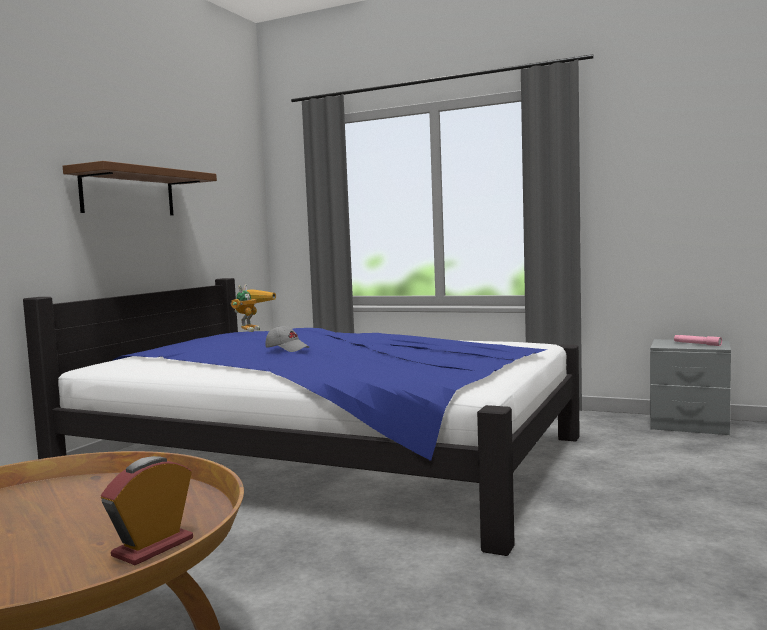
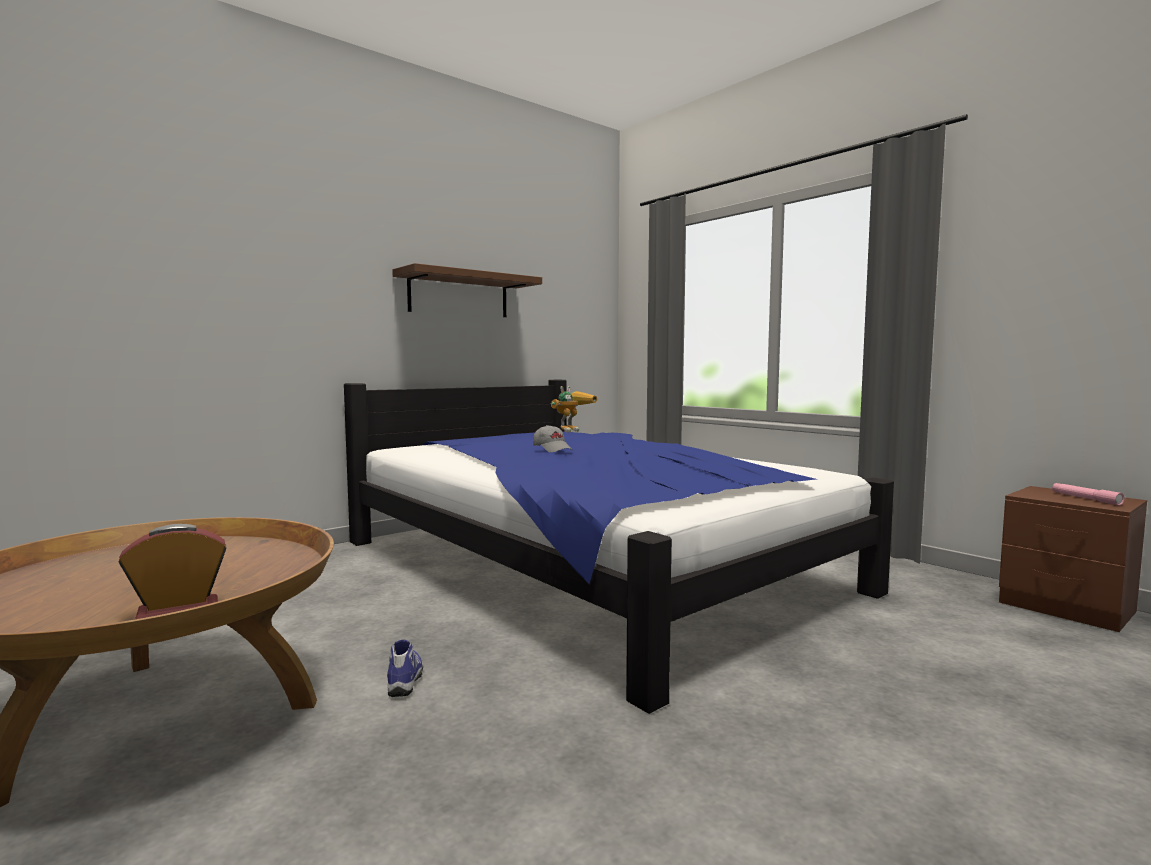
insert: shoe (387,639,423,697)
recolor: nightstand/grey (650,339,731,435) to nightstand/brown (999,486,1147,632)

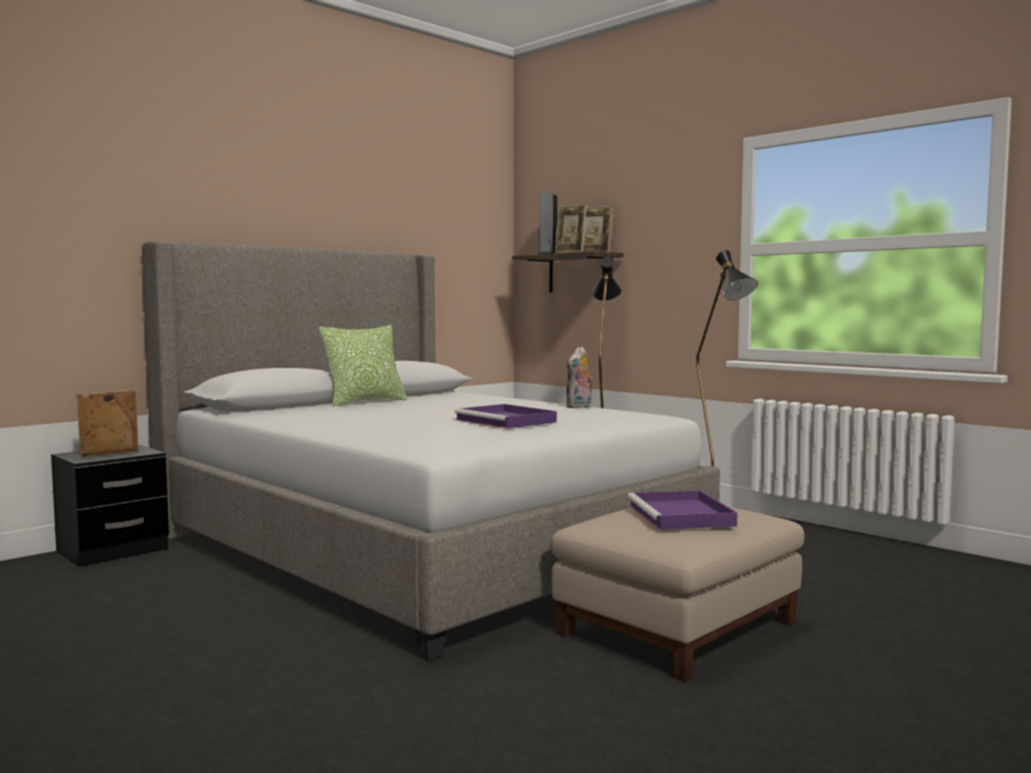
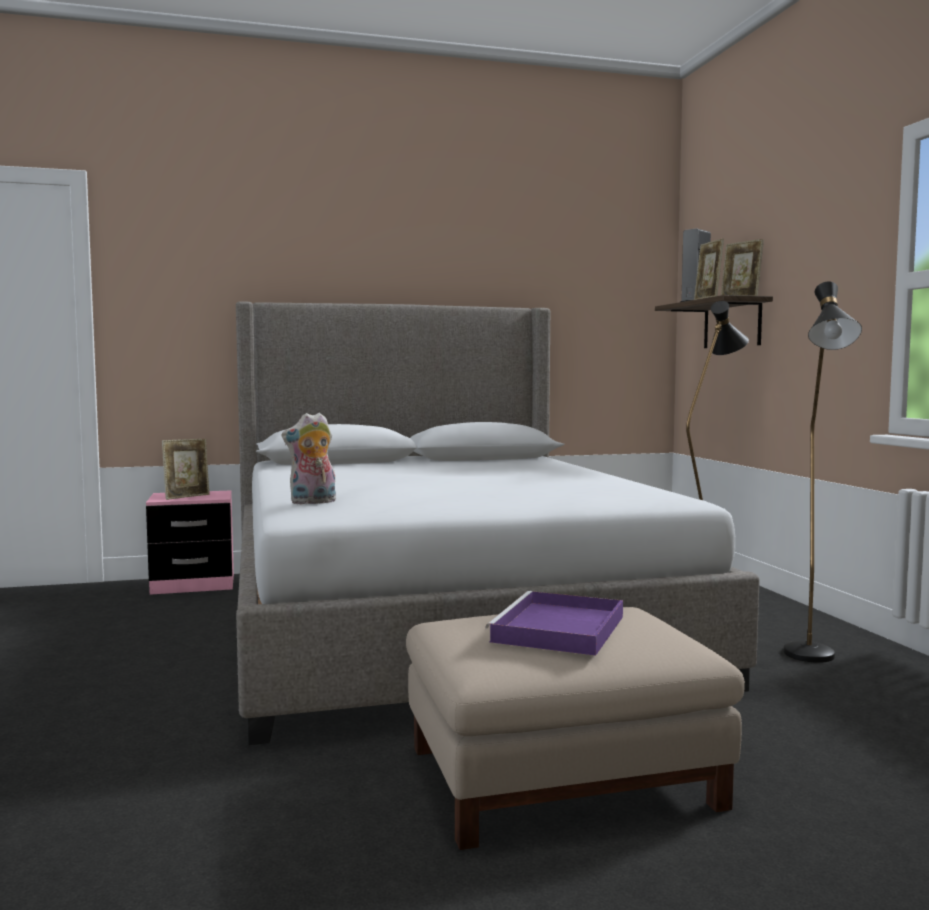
delete: pillow (319,325,407,406); tray/purple (454,404,557,429)
move: plush toy (566,347,593,408) to (281,412,336,505)
recolor: nightstand/black (51,444,169,567) to nightstand/pink (146,491,234,595)
rotate: picture frame (76,389,139,457) = (162,439,210,500) 135 degrees clockwise

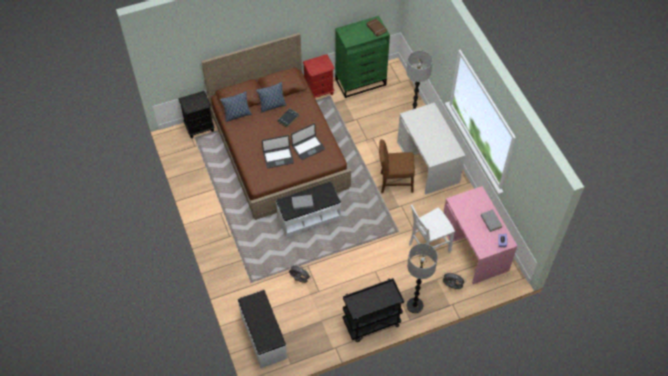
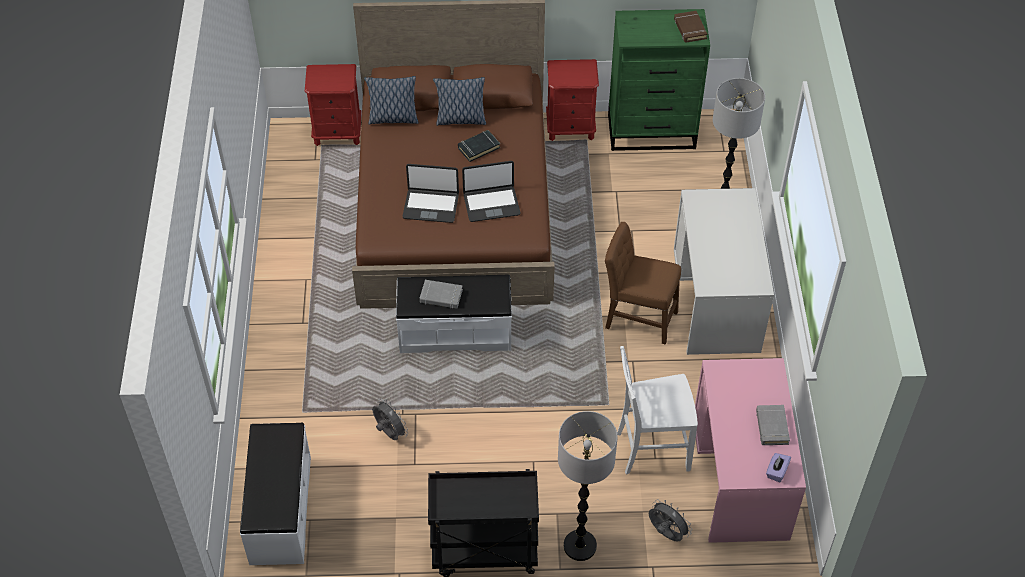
recolor: nightstand/black (179,91,214,138) to nightstand/red (305,64,362,146)

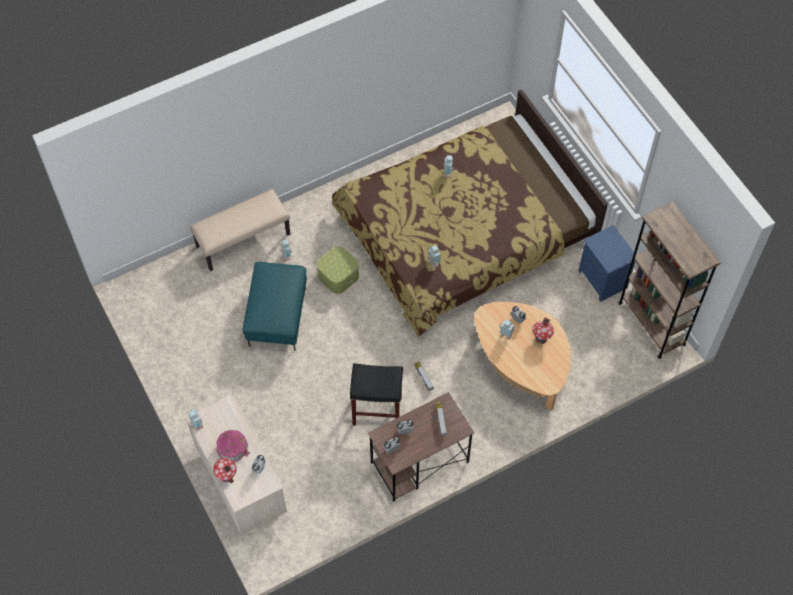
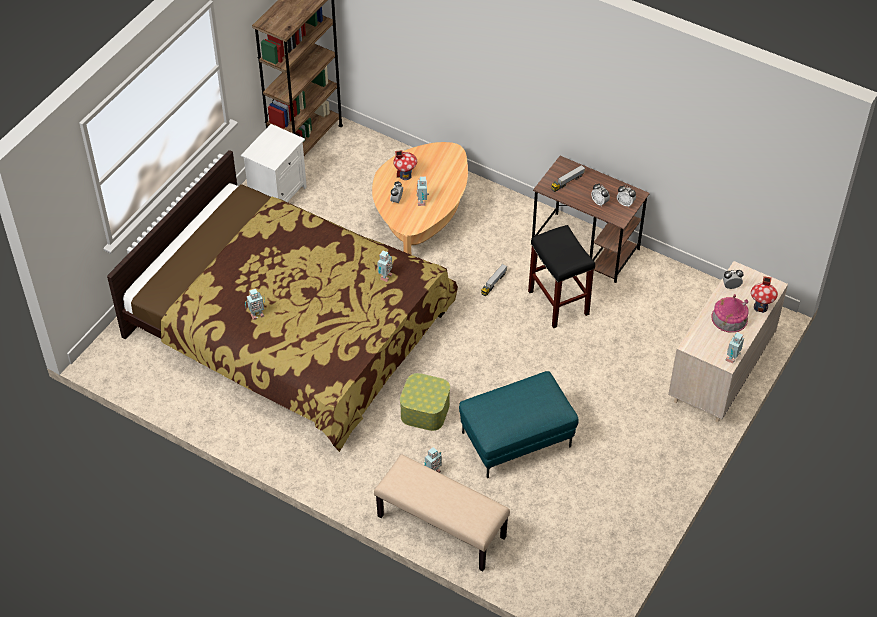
recolor: nightstand/blue (579,225,635,302) to nightstand/white (241,124,307,202)

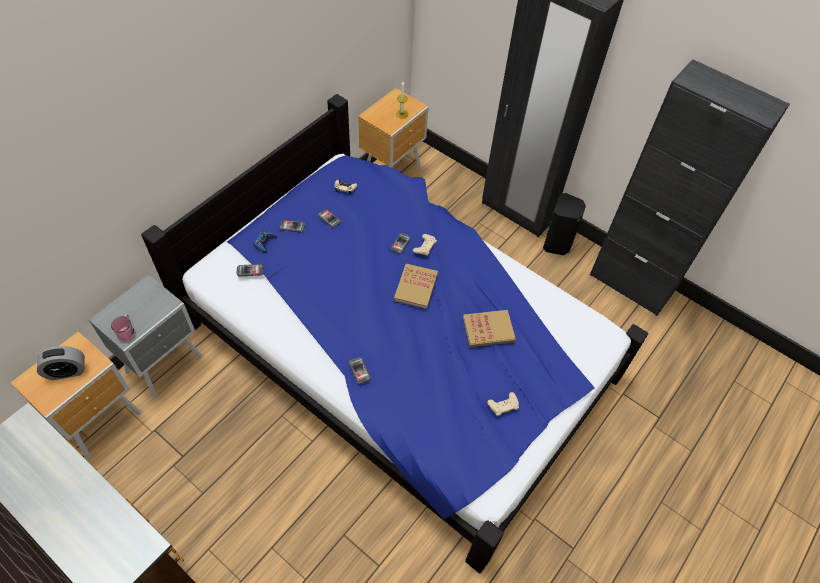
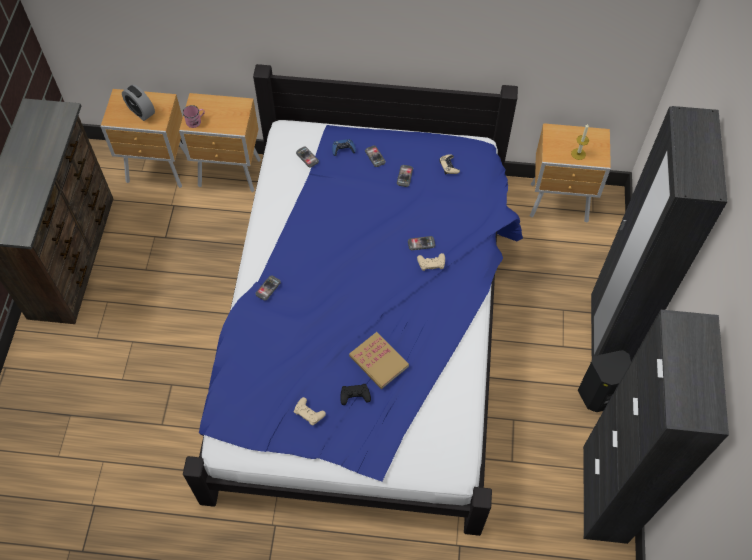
delete: book (394,264,438,309)
insert: game controller/black (340,384,371,405)
recolor: nightstand/grey (89,275,202,398) to nightstand/brown (179,93,261,192)

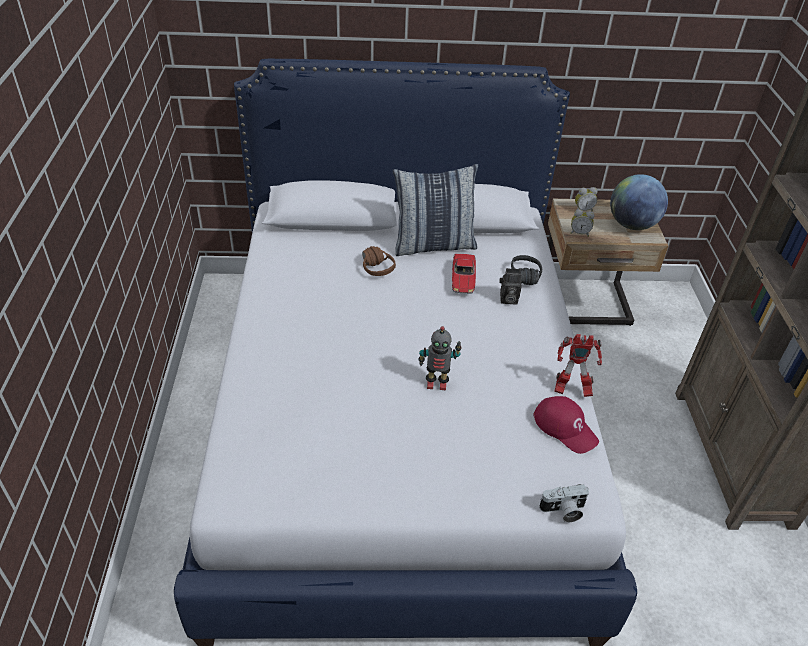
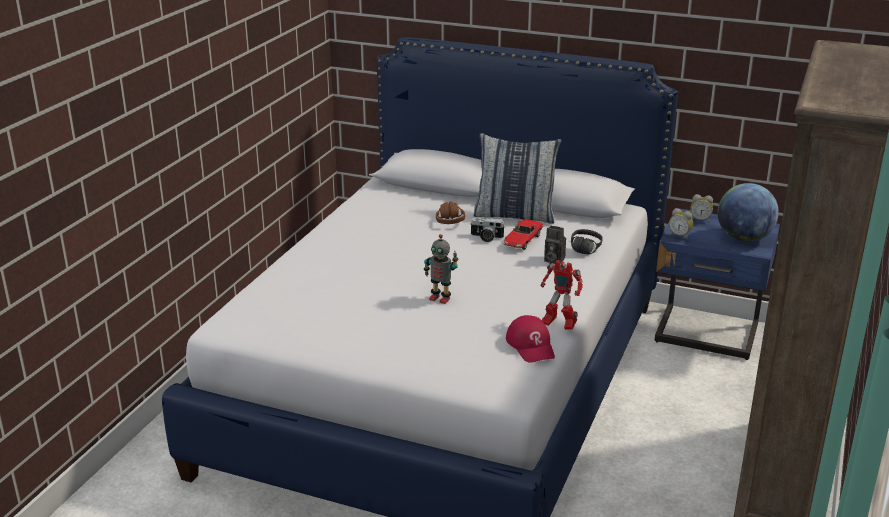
move: photo camera (539,484,589,522) to (470,218,504,242)
recolor: nightstand/beige (548,199,668,326) to nightstand/blue (654,208,780,360)

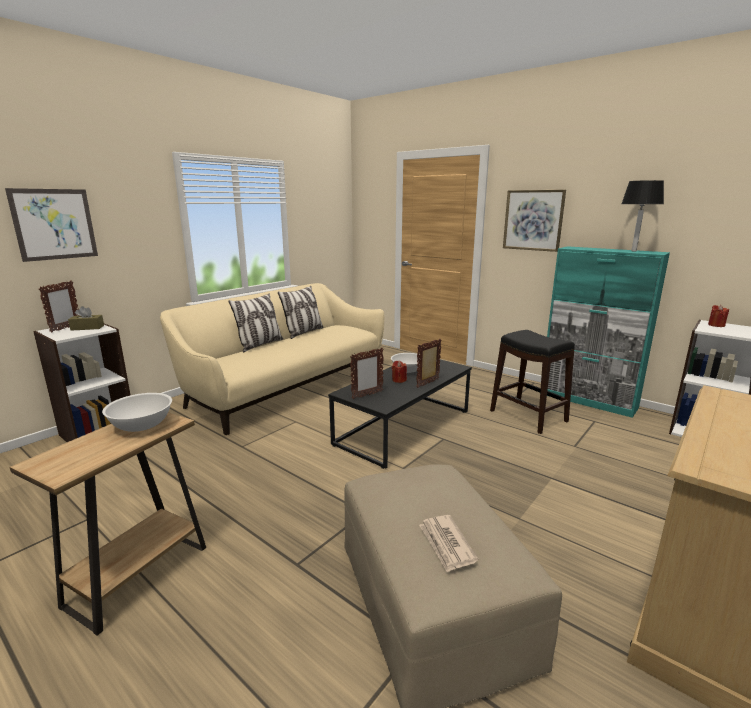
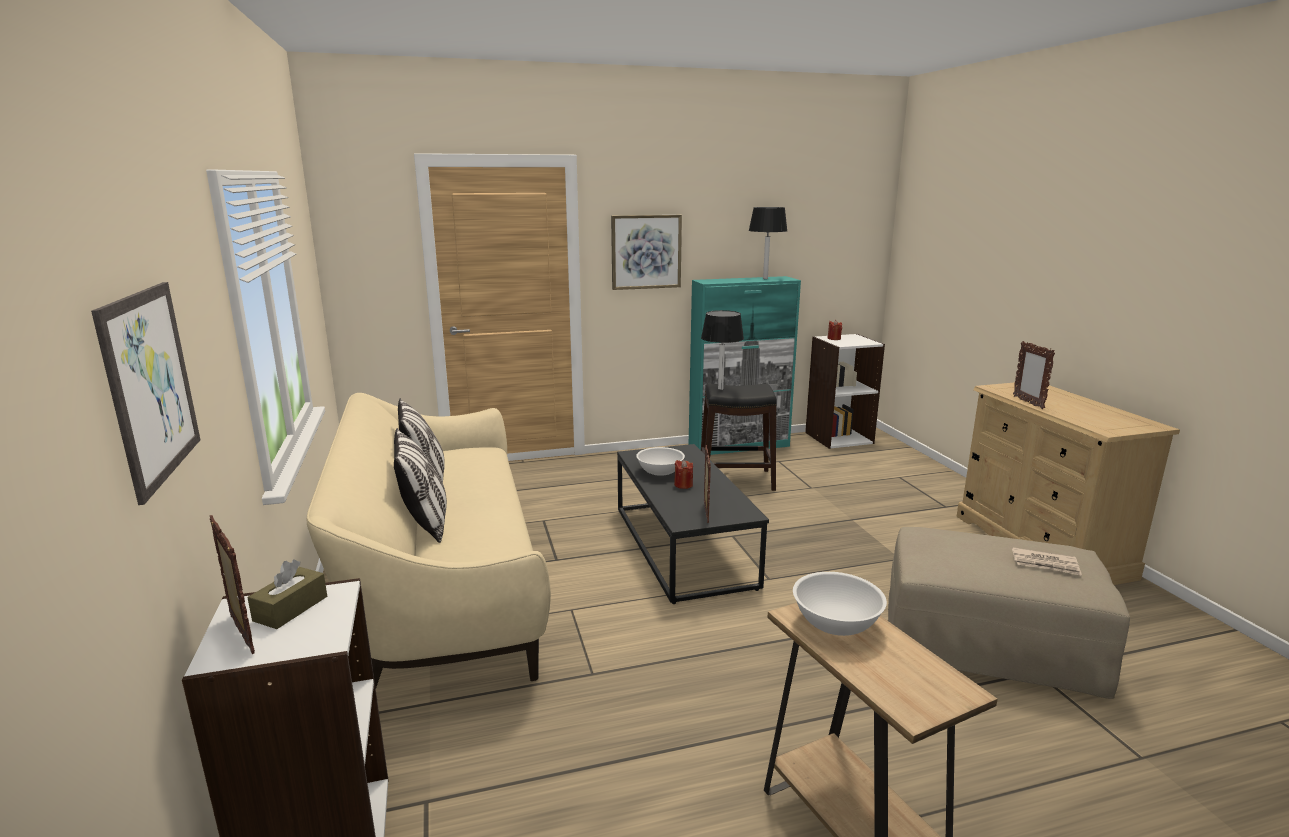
insert: table lamp/black (701,310,744,390)
move: picture frame (416,339,442,388) to (1013,341,1055,409)

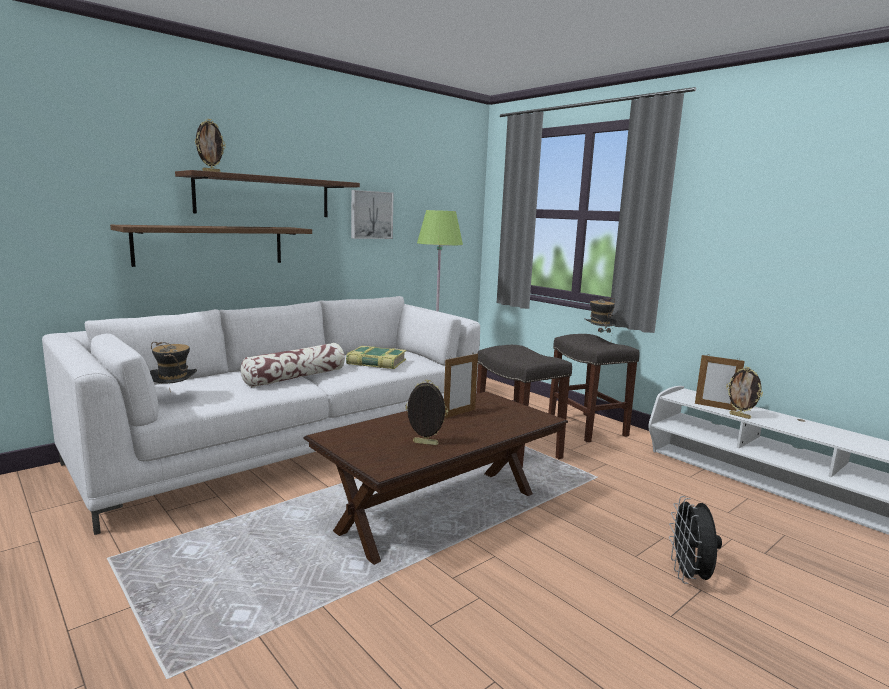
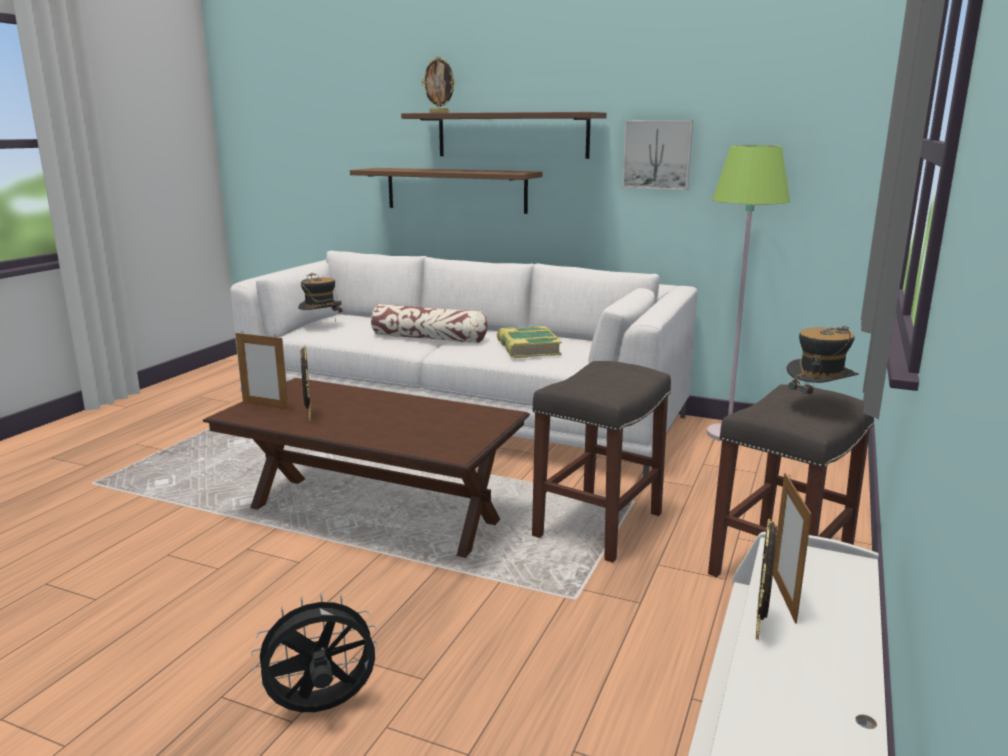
move: picture frame (444,352,478,419) to (235,331,289,410)

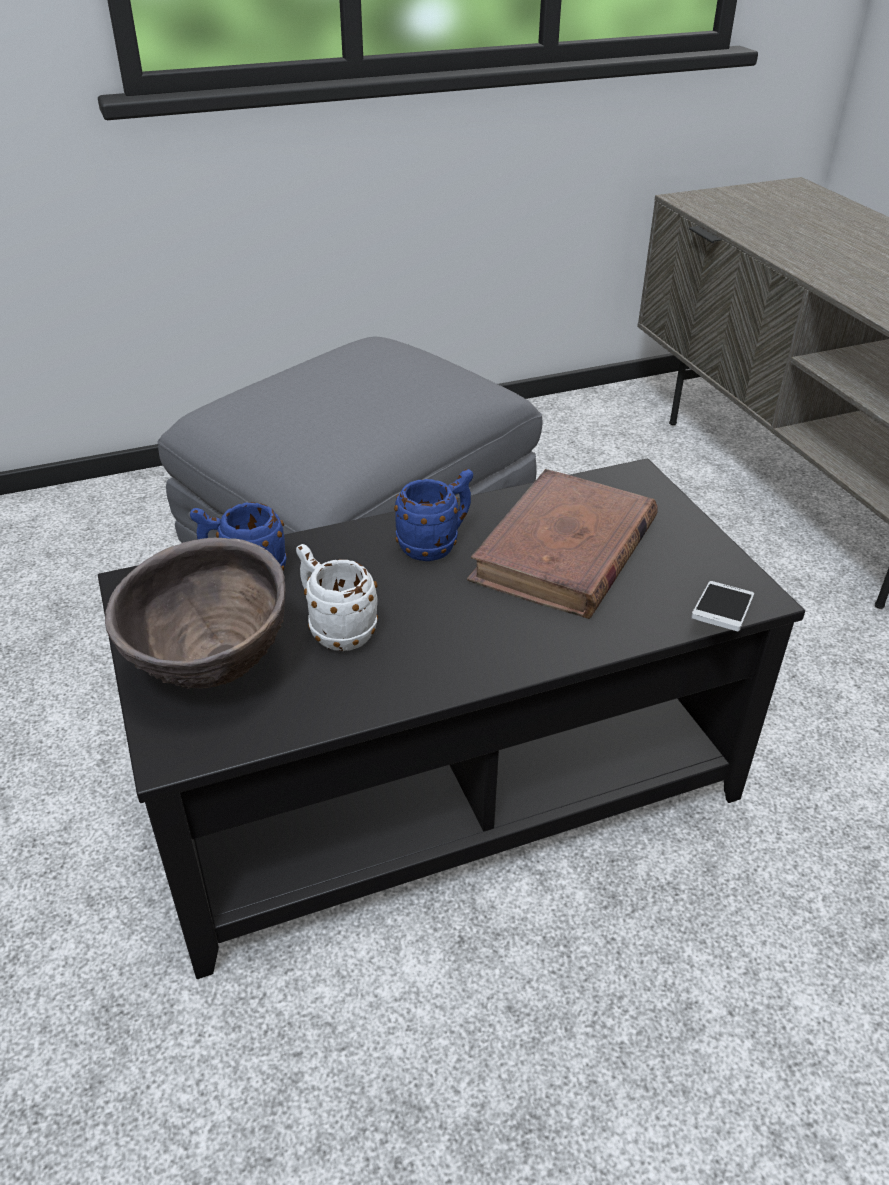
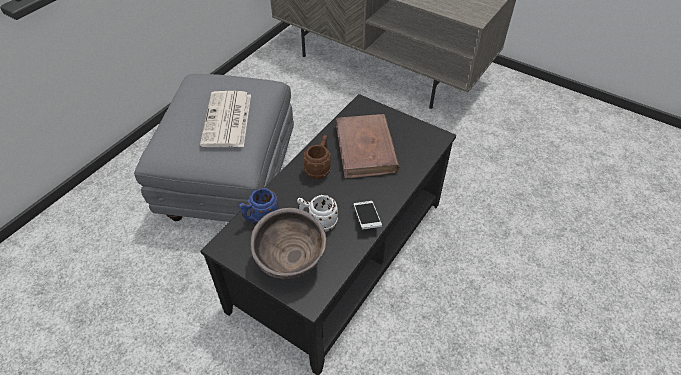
insert: newspaper (200,91,251,147)
move: phone (691,581,754,631) to (354,201,382,230)
recolor: mug/blue (394,469,473,561) to mug/brown (303,135,331,180)

